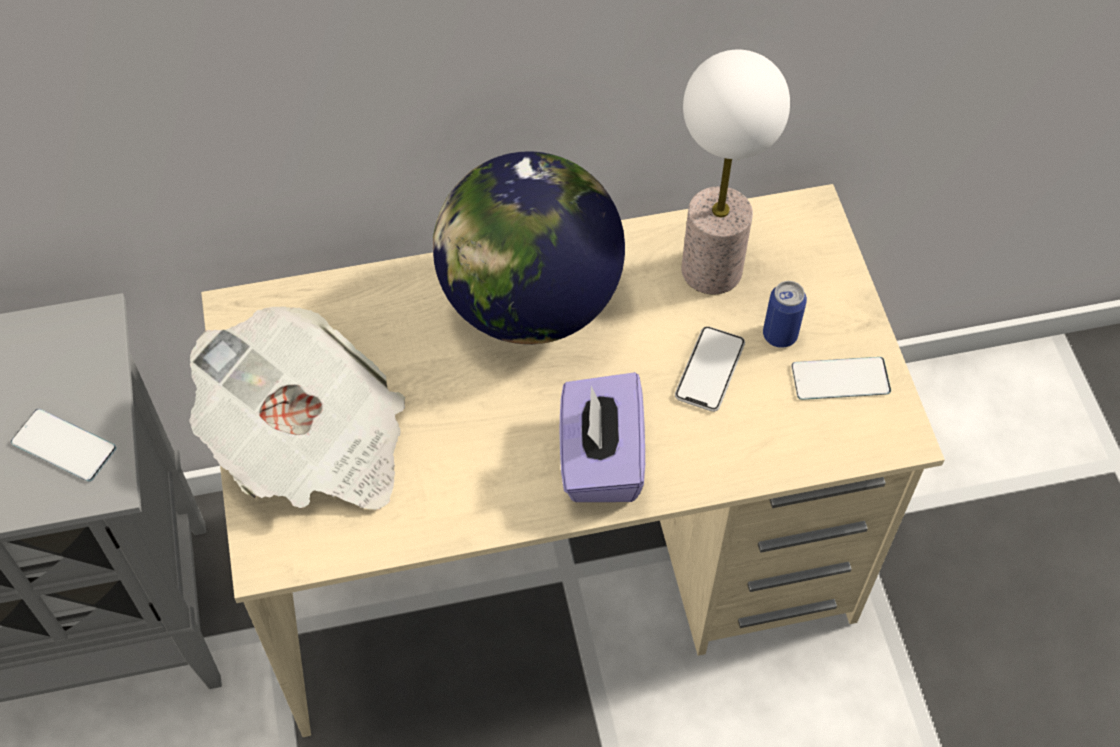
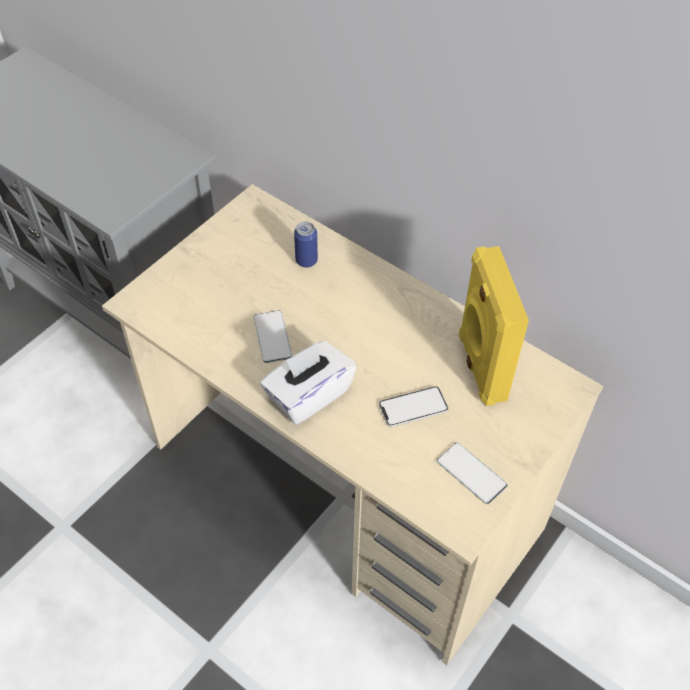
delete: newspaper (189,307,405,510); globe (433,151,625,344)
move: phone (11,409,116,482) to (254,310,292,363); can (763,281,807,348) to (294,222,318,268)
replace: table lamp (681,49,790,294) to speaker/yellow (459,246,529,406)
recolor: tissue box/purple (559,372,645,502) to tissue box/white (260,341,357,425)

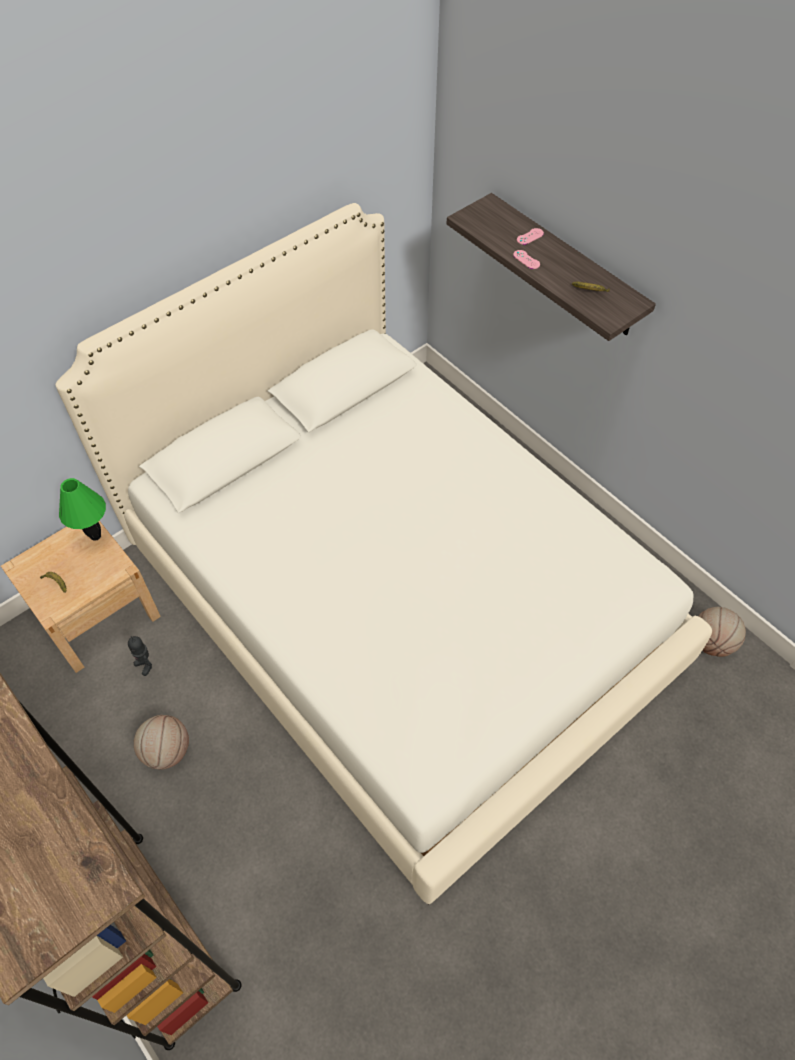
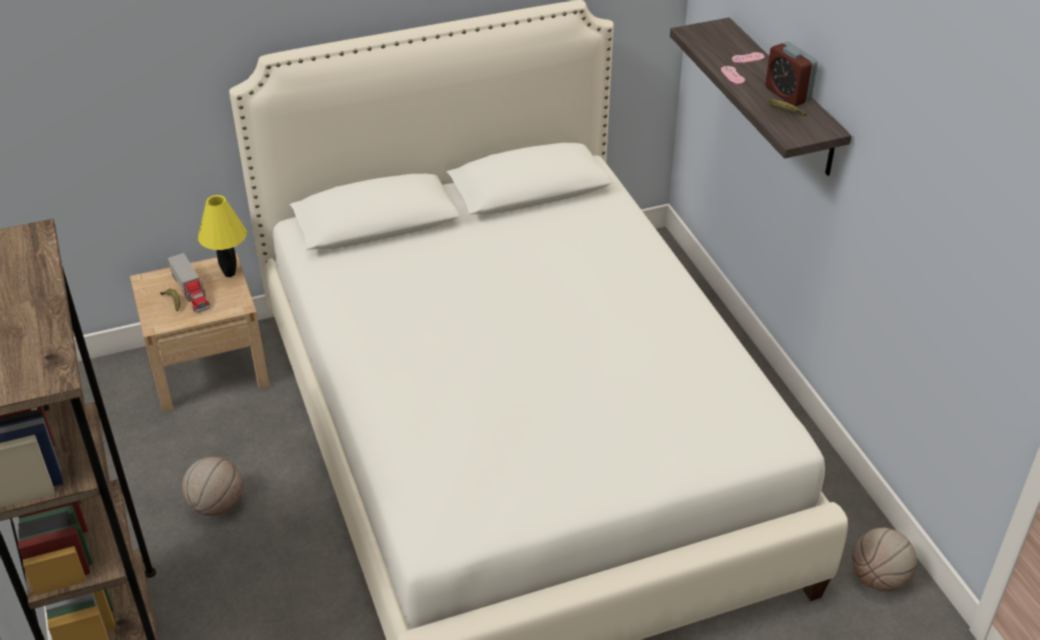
delete: toy robot (128,636,152,676)
insert: toy truck (168,253,210,313); alarm clock (765,42,818,106)
recolor: table lamp/green (59,478,106,541) to table lamp/yellow (198,195,247,277)

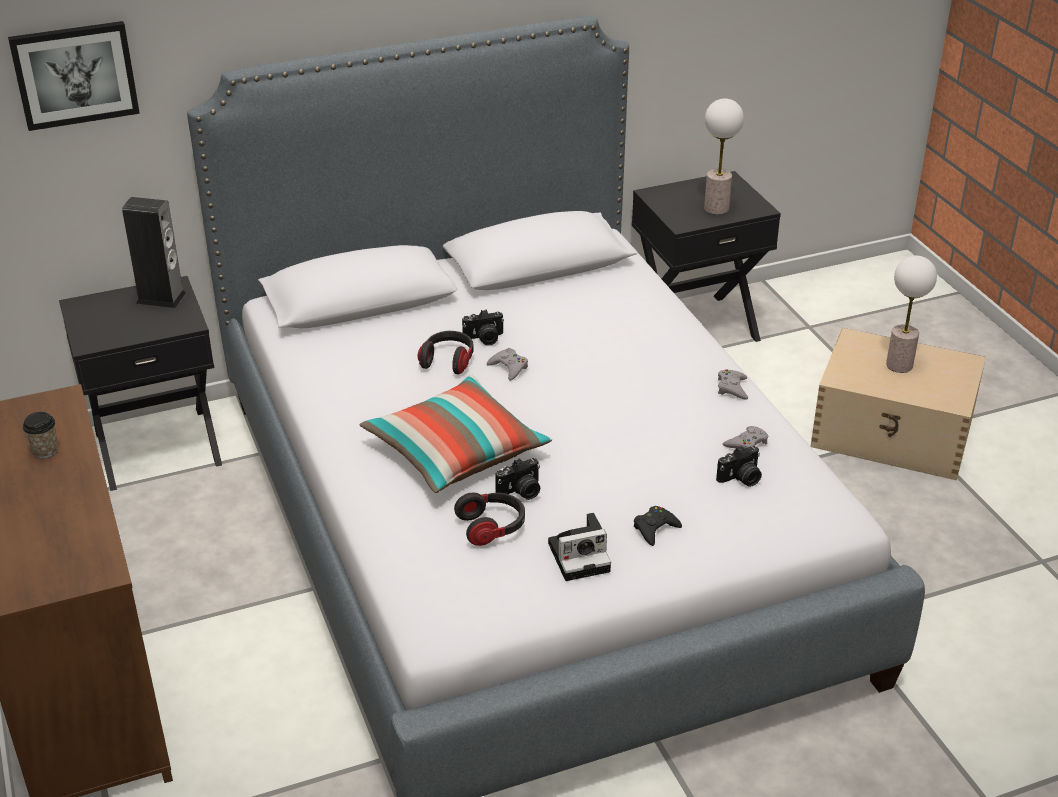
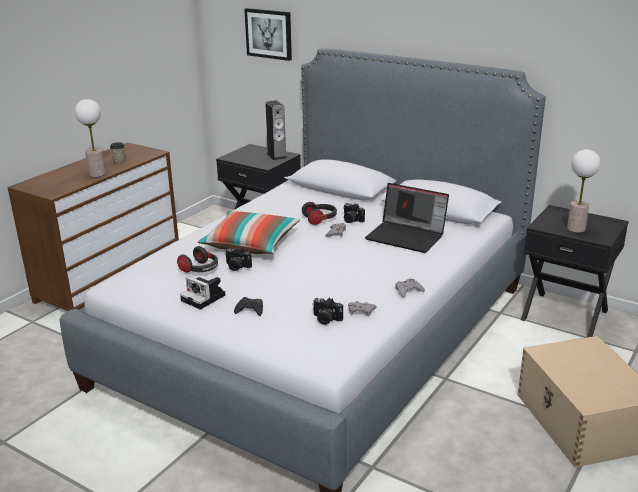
insert: laptop (365,183,449,253)
move: table lamp (886,256,937,373) to (75,99,106,177)

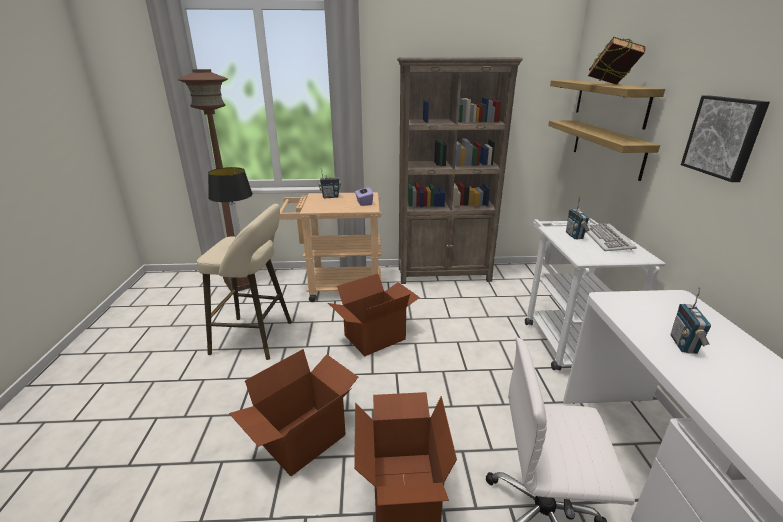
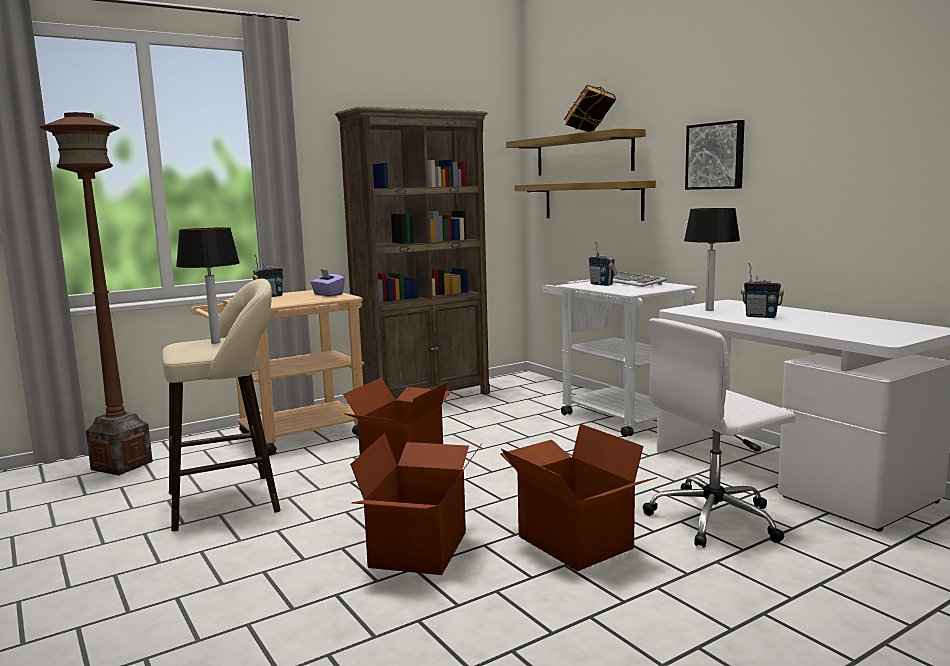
insert: table lamp (684,208,740,311)
rotate: radio (670,288,711,354) = (741,263,784,318) 45 degrees counterclockwise

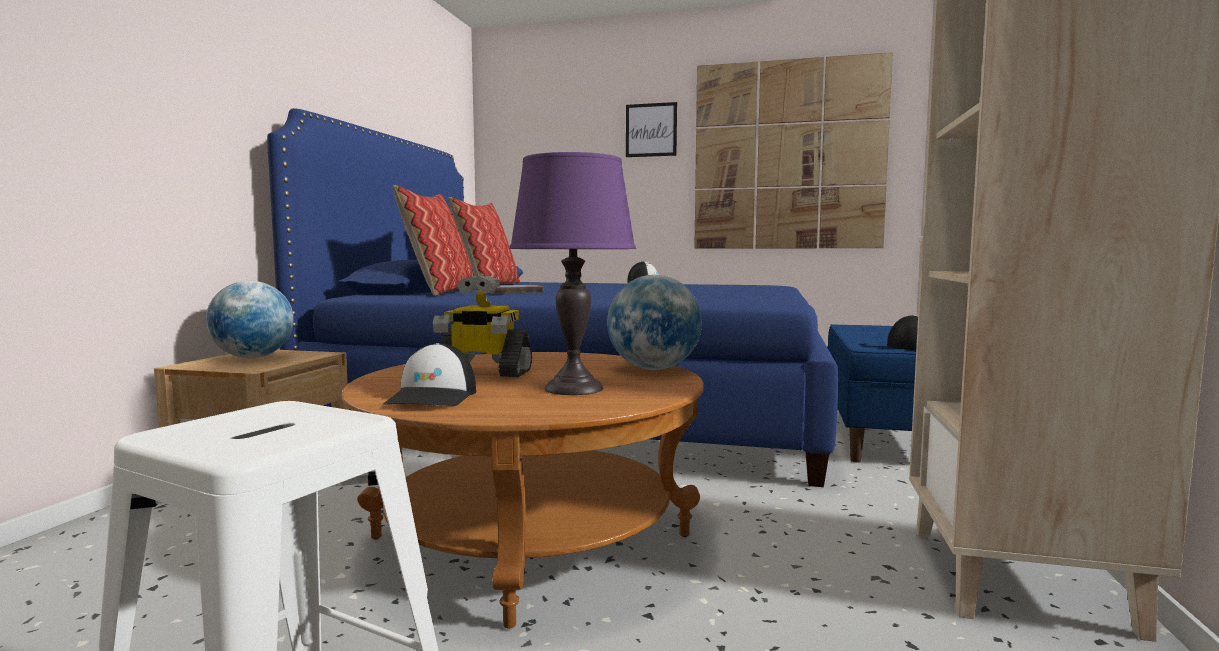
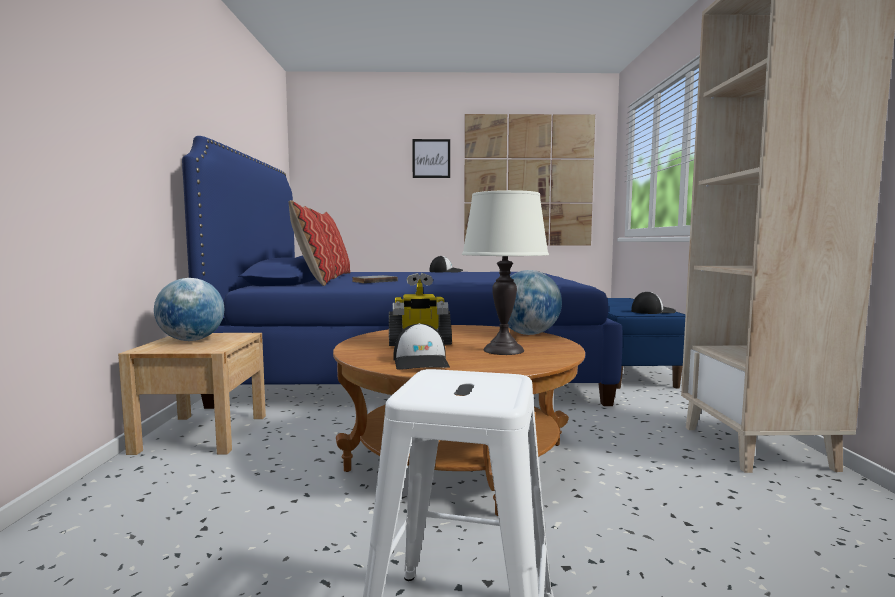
recolor: table lamp/purple (509,152,636,395) to table lamp/white (462,190,549,355)

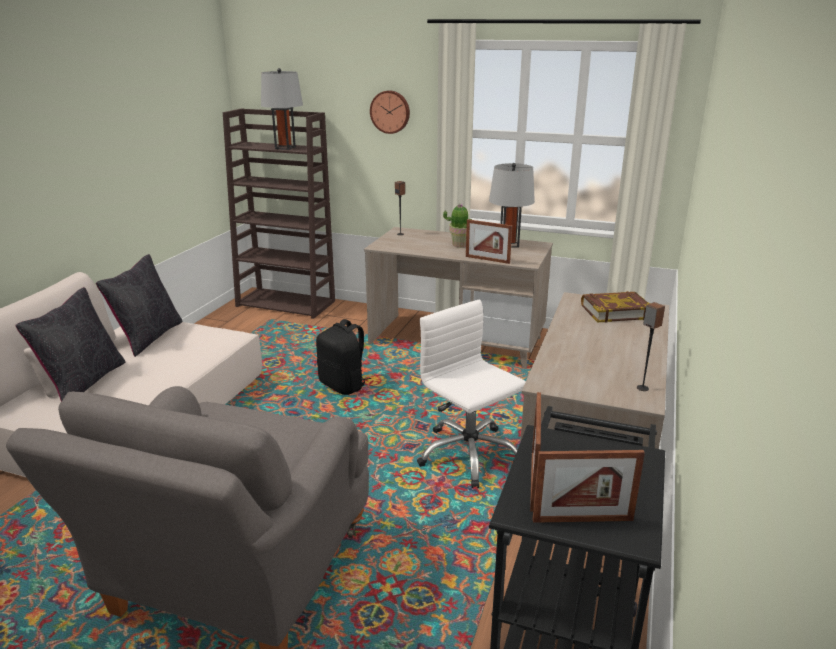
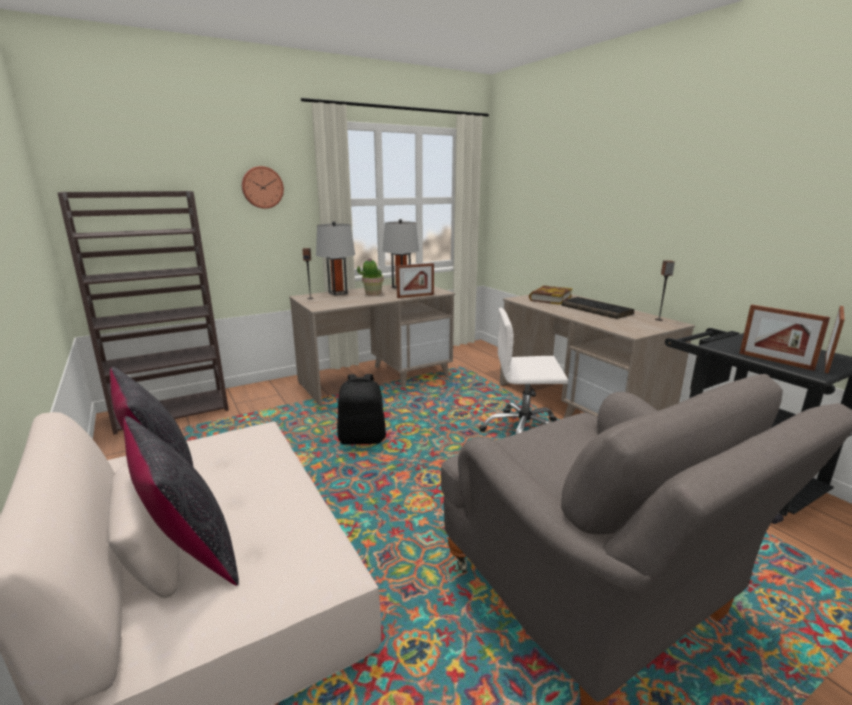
insert: keyboard (562,297,634,319)
move: table lamp/grey (261,68,303,150) to (316,221,355,296)

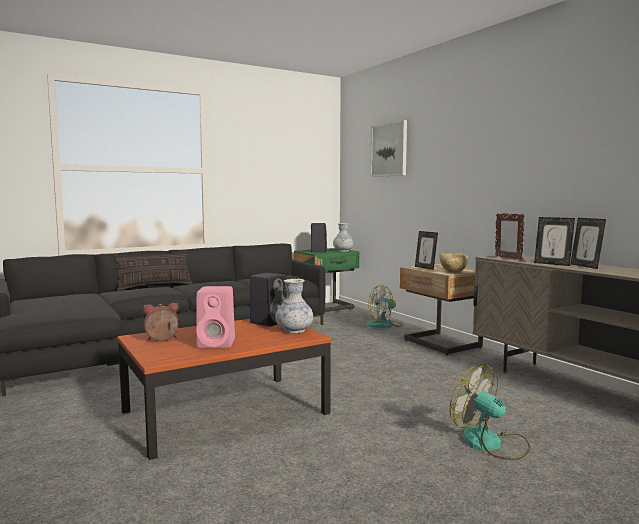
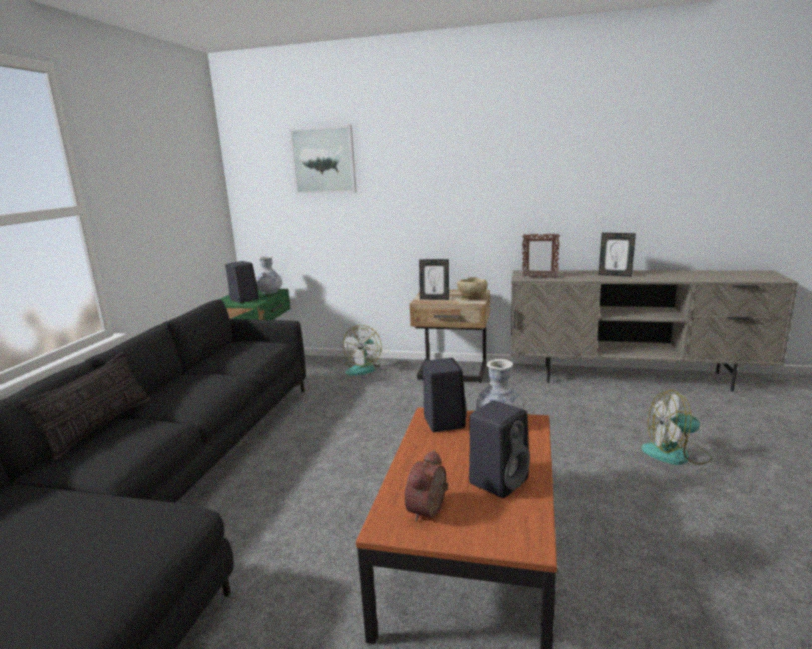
delete: picture frame (534,217,575,266)
recolor: speaker/pink (196,286,235,348) to speaker/black (469,400,530,498)

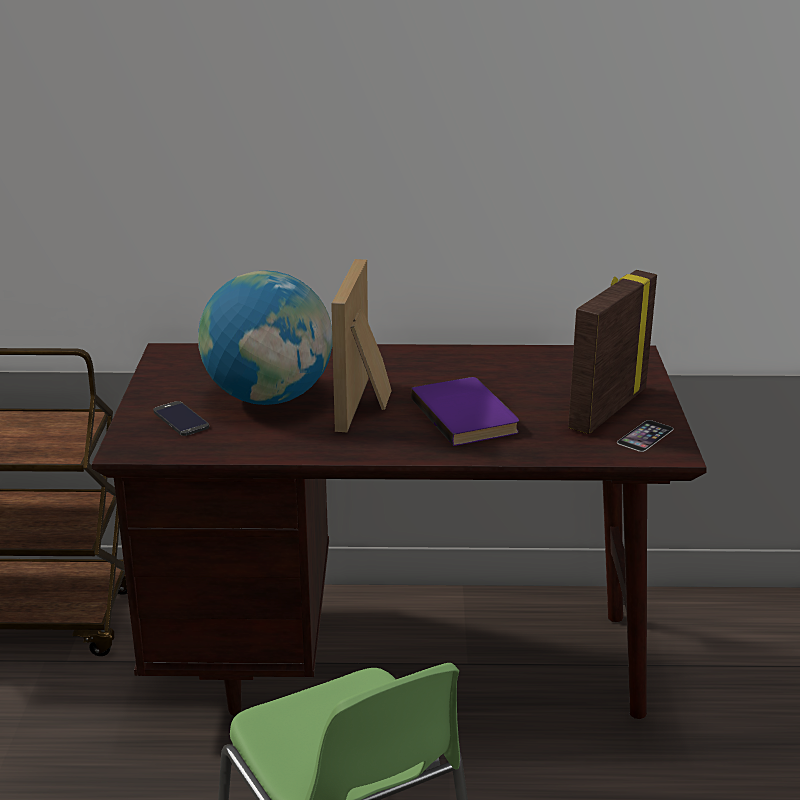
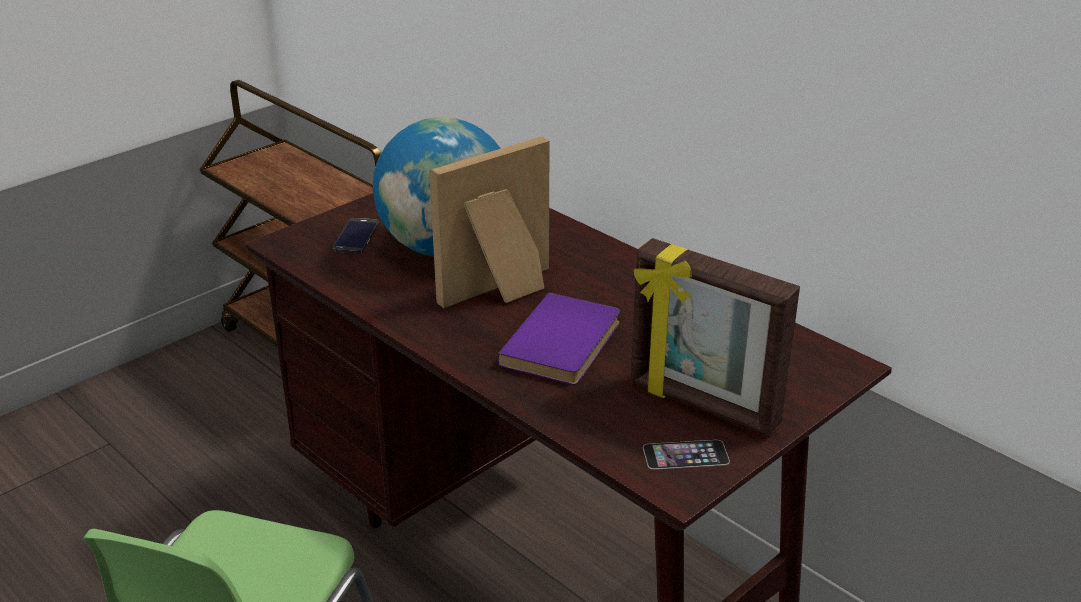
rotate: picture frame (568,270,657,434) = (630,238,800,437) 135 degrees counterclockwise

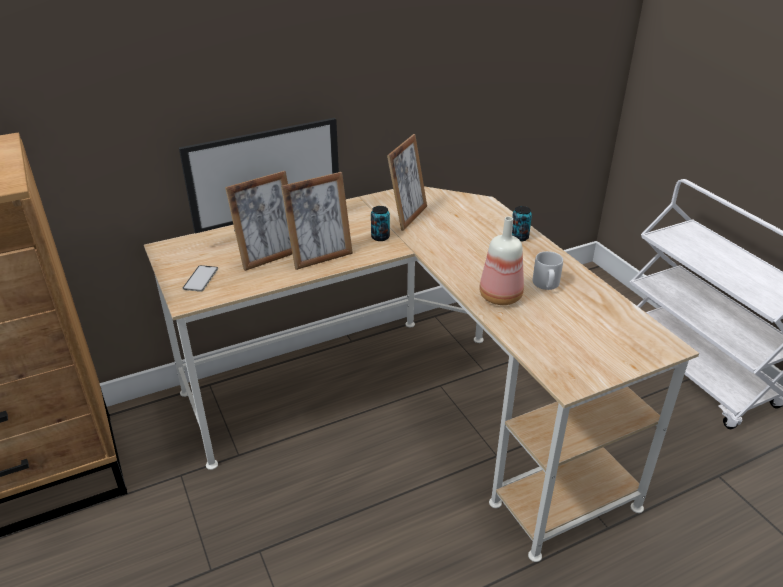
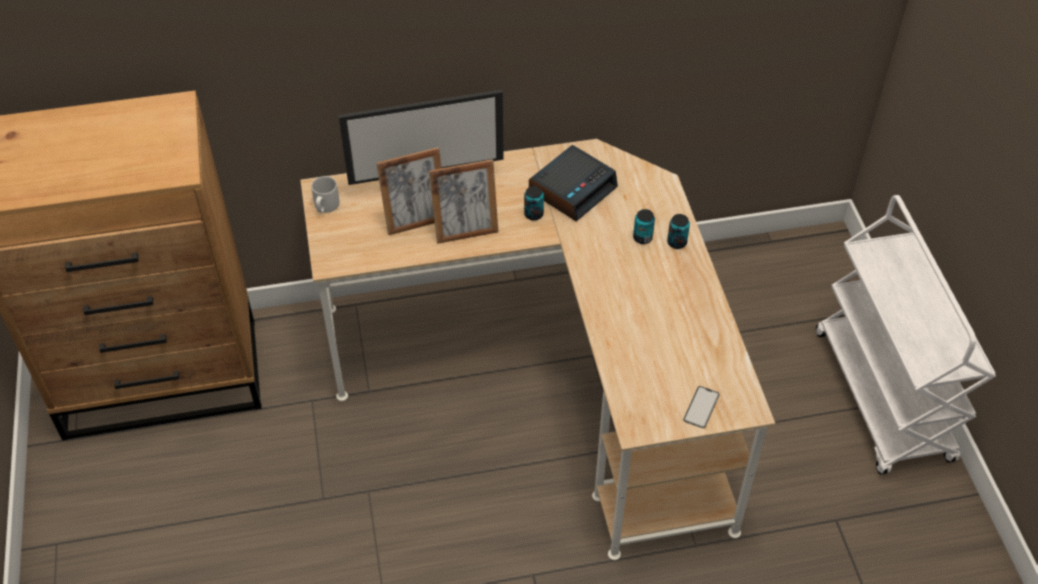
delete: bottle (479,217,524,305)
insert: can (633,209,655,244)
move: mug/grey (533,251,563,290) to (311,176,340,213); phone (183,265,218,292) to (683,386,720,428)
replace: picture frame (387,134,427,231) to alarm clock (529,145,618,221)

